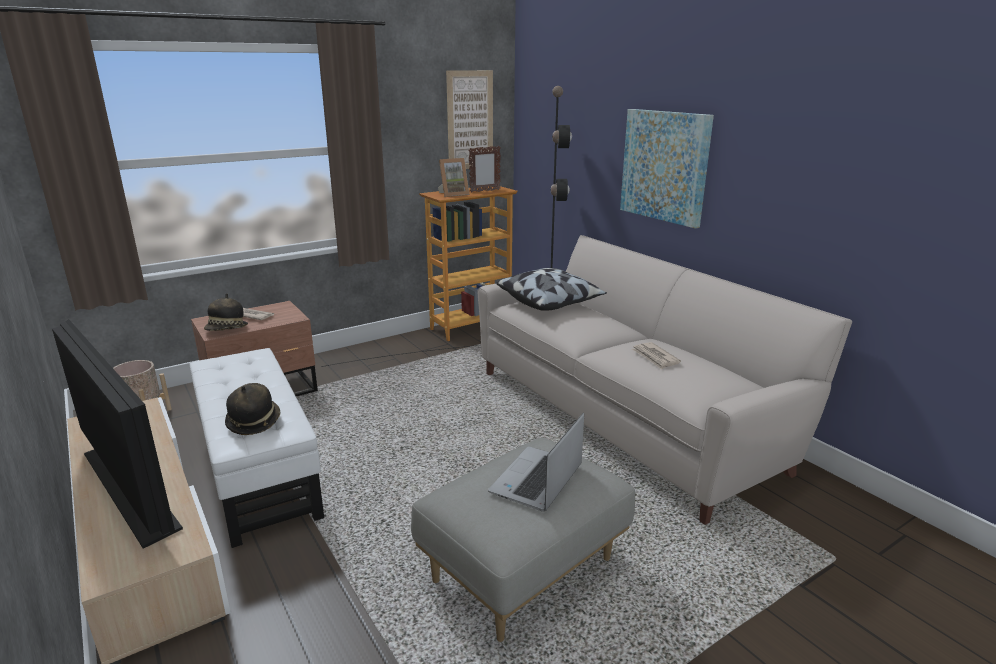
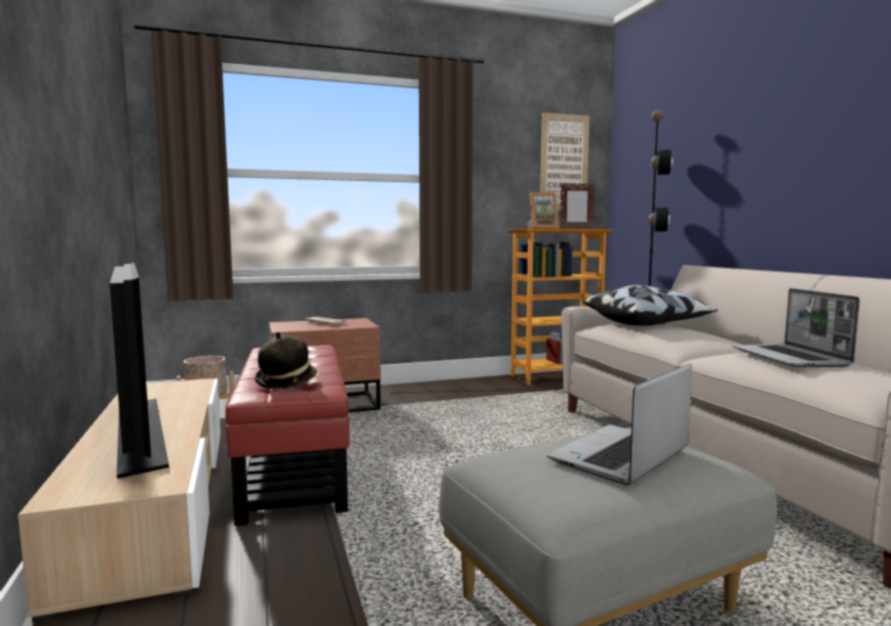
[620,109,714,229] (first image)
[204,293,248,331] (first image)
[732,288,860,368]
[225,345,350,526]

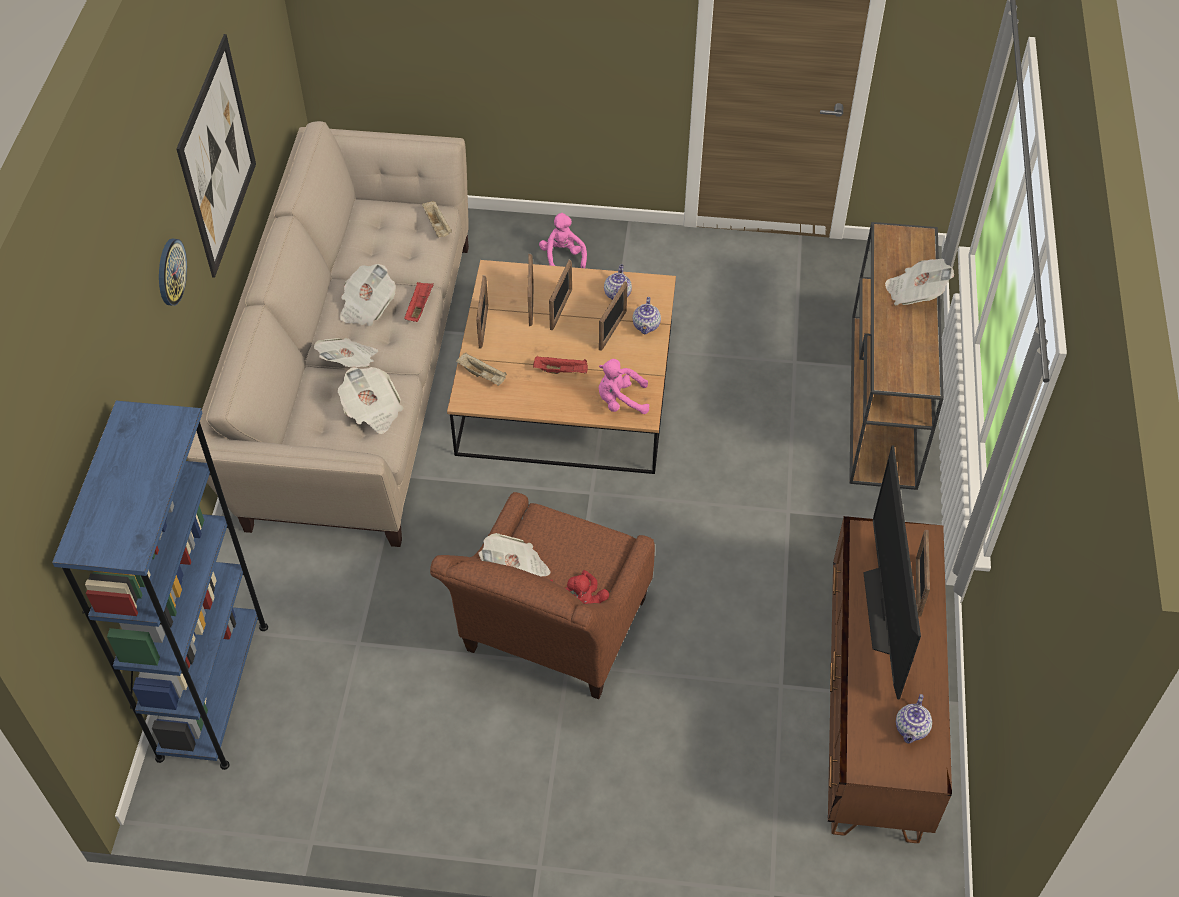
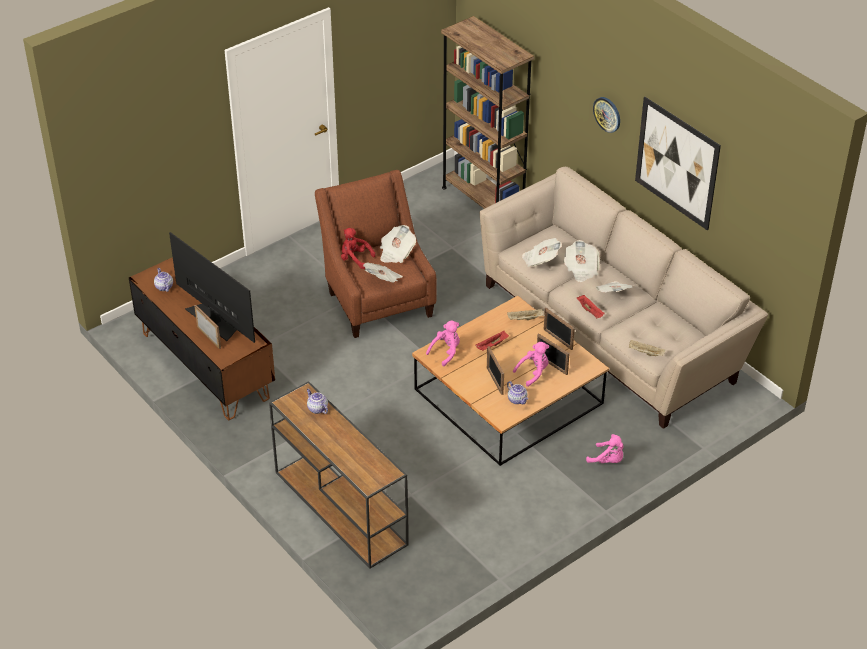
[363,263,403,283]
[513,342,549,387]
[307,389,328,414]
[441,16,534,209]

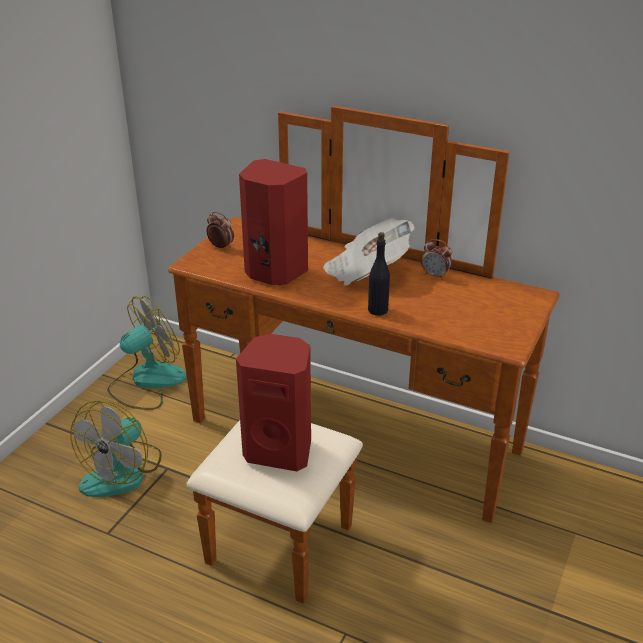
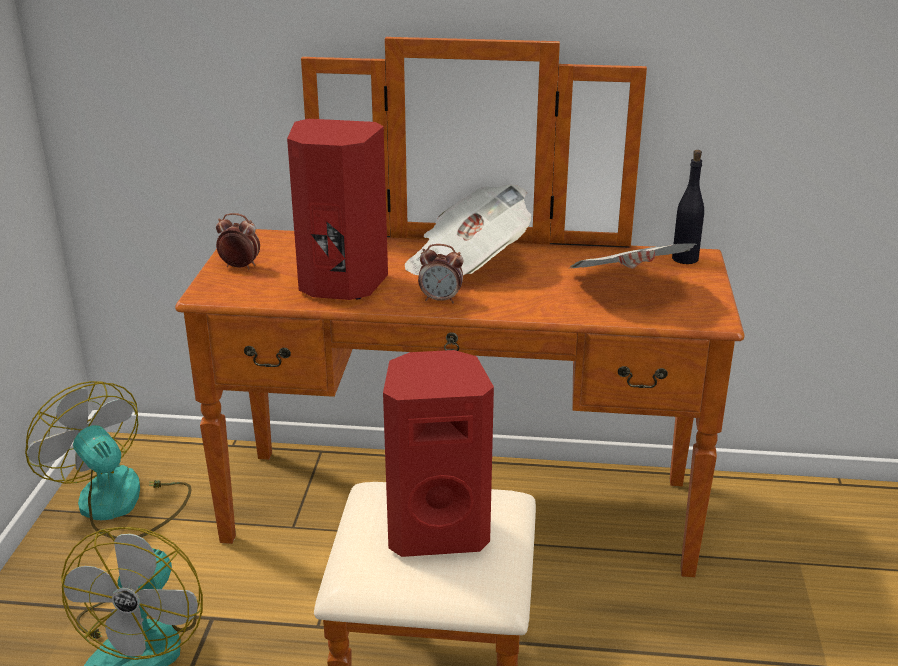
[672,150,704,264]
[418,244,463,304]
[25,381,192,539]
[570,243,697,269]

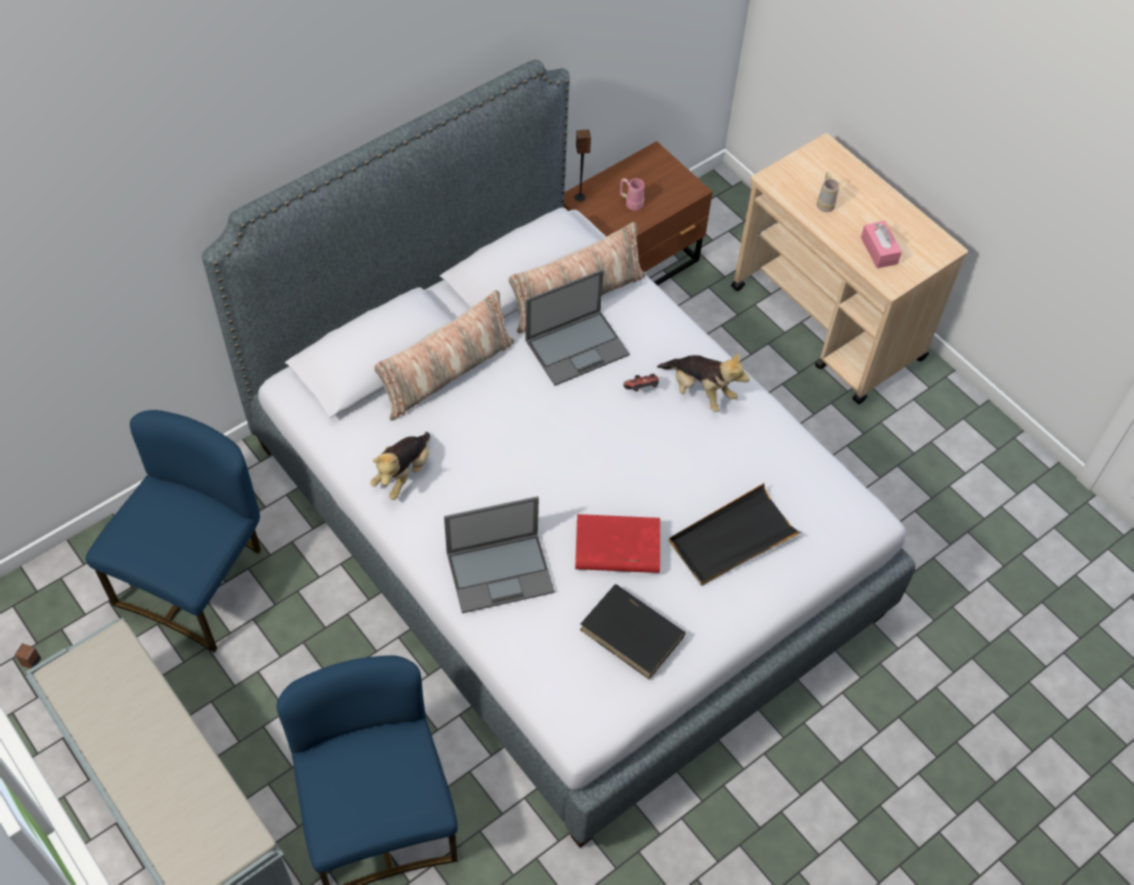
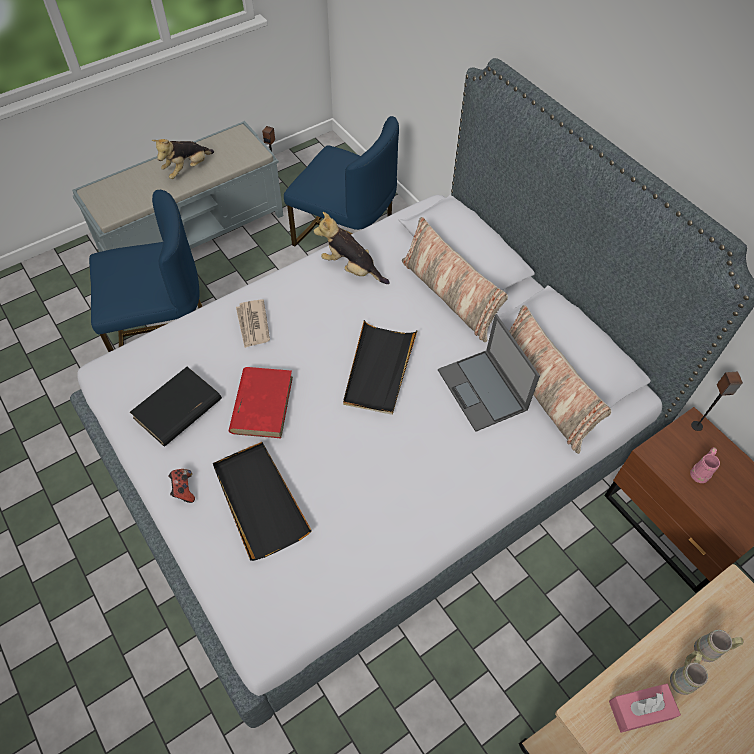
[152,139,214,179]
[168,469,195,503]
[236,299,270,348]
[343,320,418,415]
[670,651,708,695]

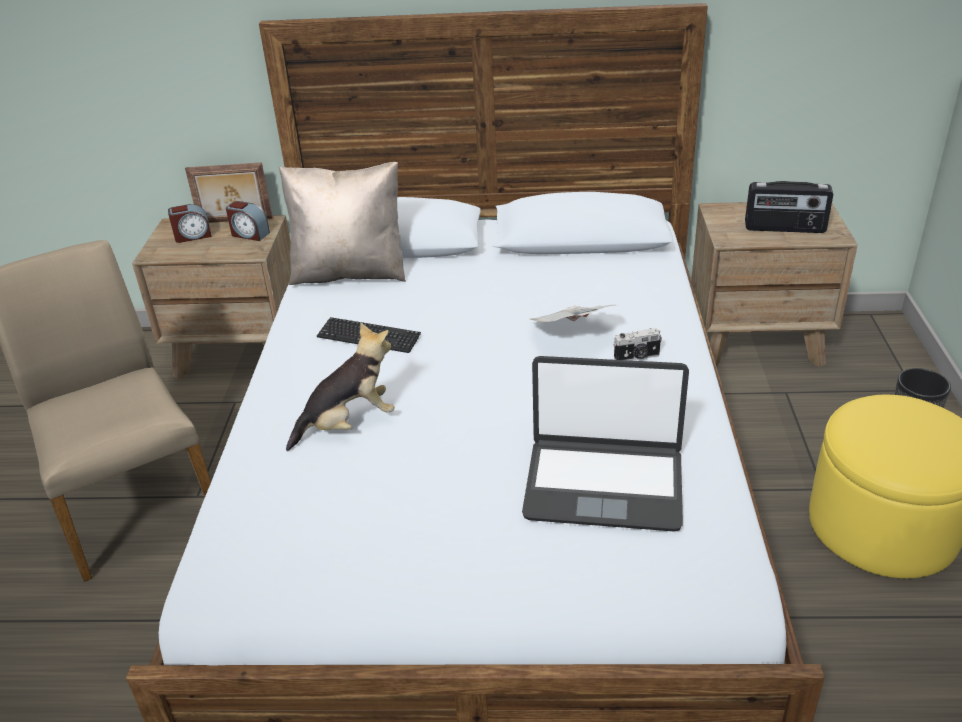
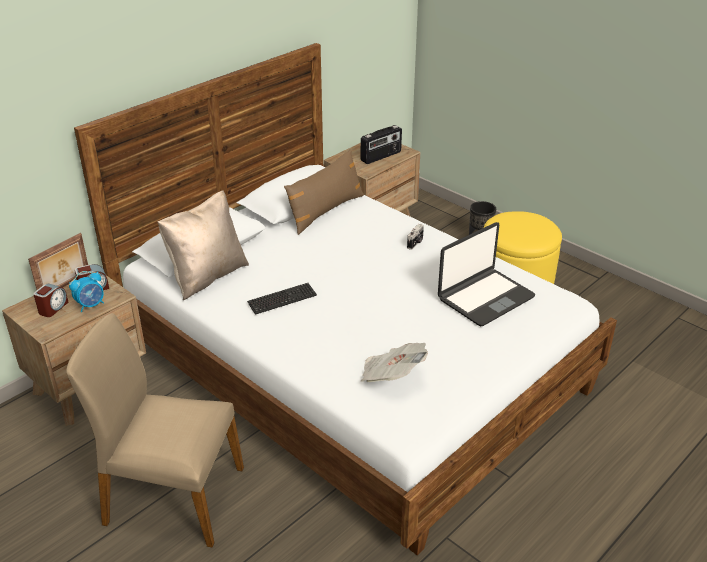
[361,343,428,382]
[286,323,395,451] (first image)
[284,149,364,235]
[69,271,104,312]

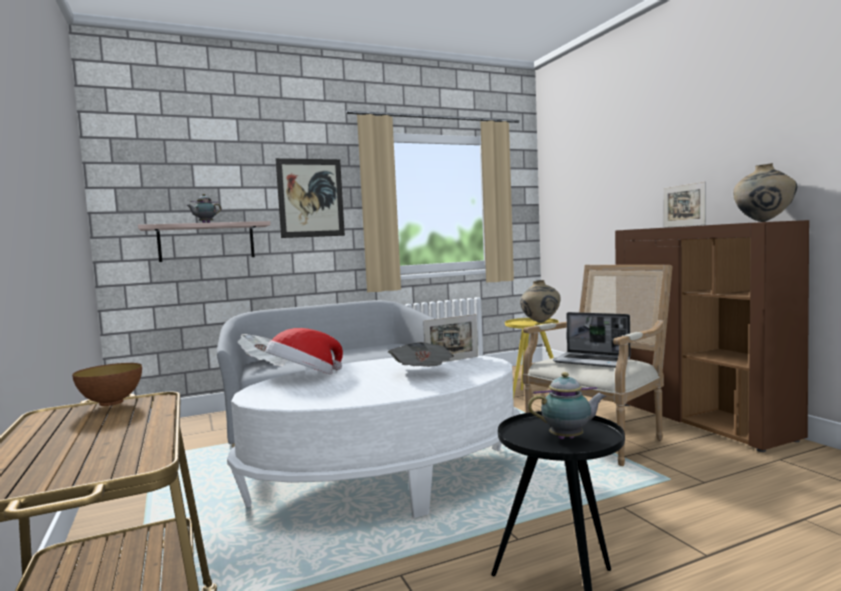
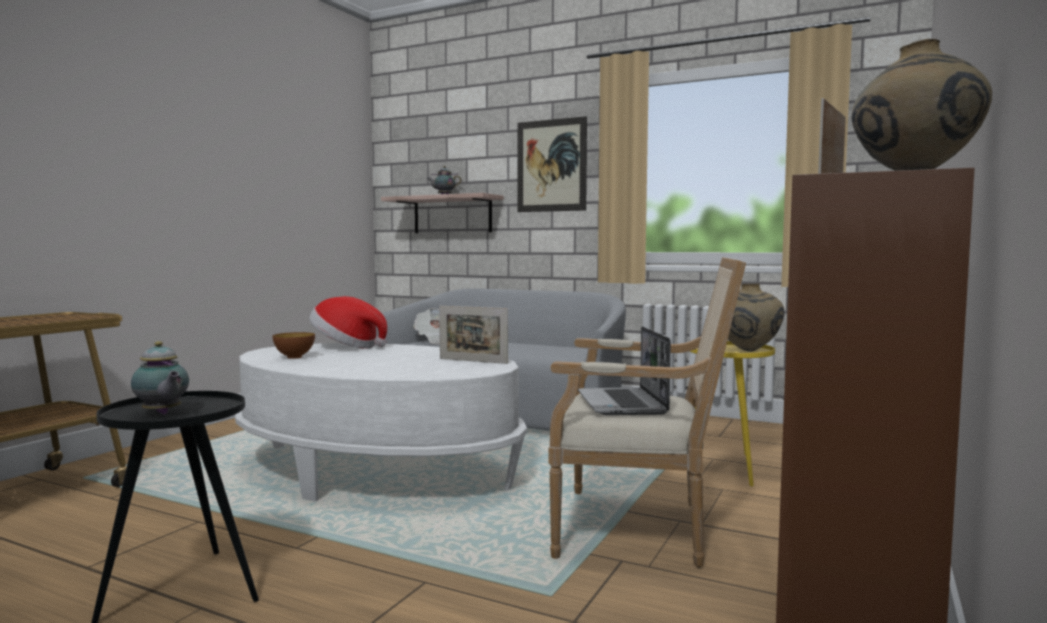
[388,342,454,367] (first image)
[272,332,315,359]

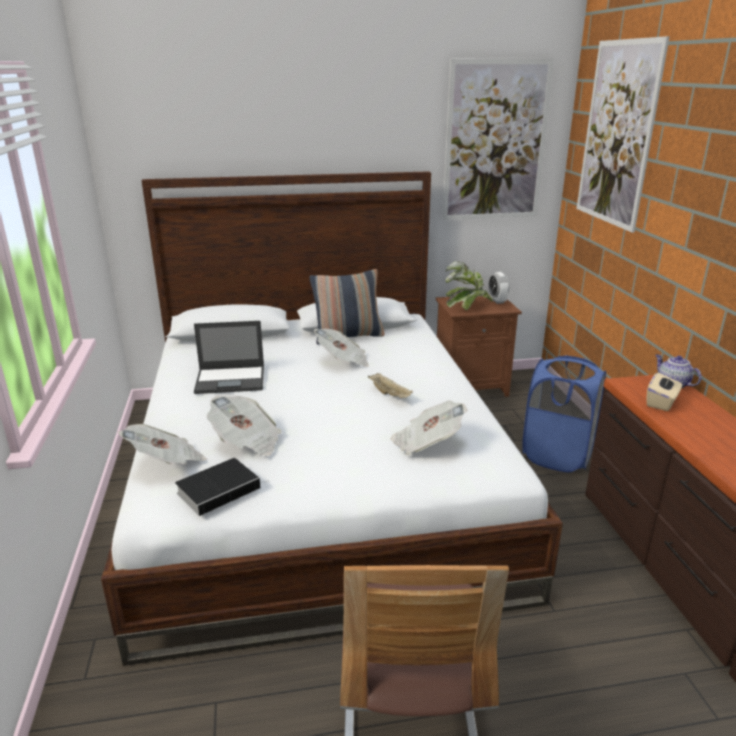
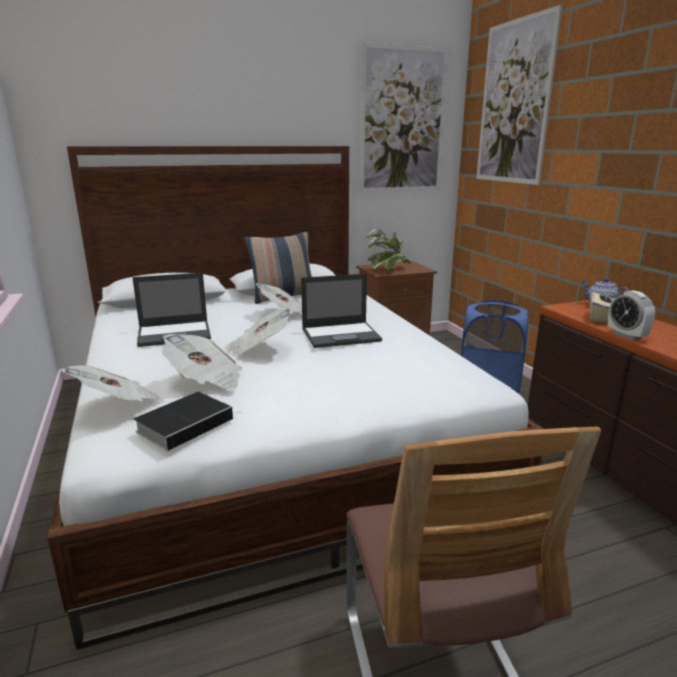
[608,290,655,340]
[301,274,382,348]
[225,308,293,356]

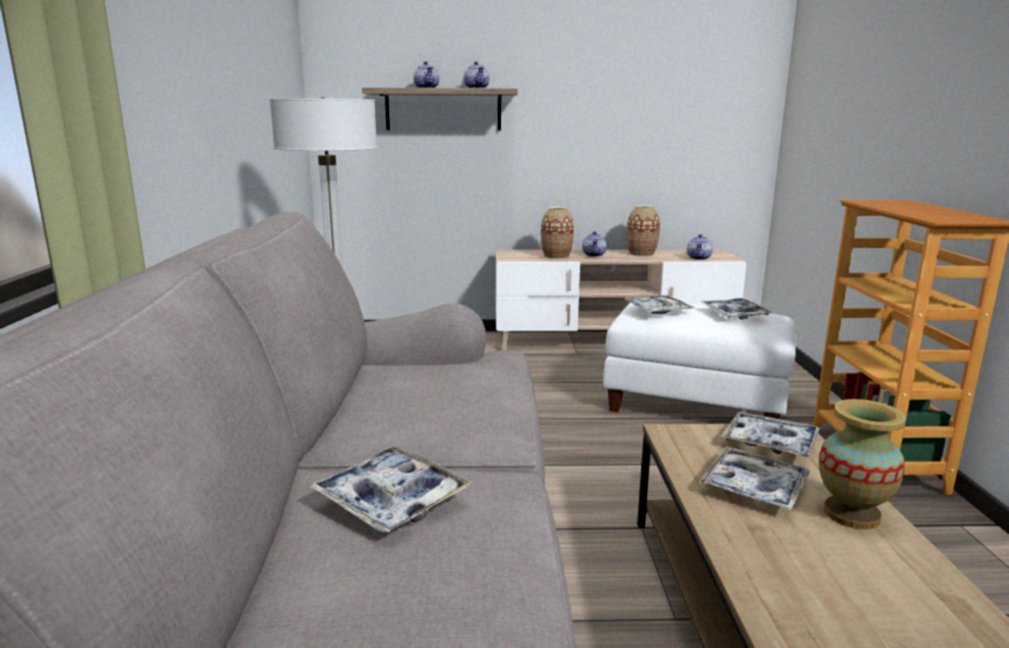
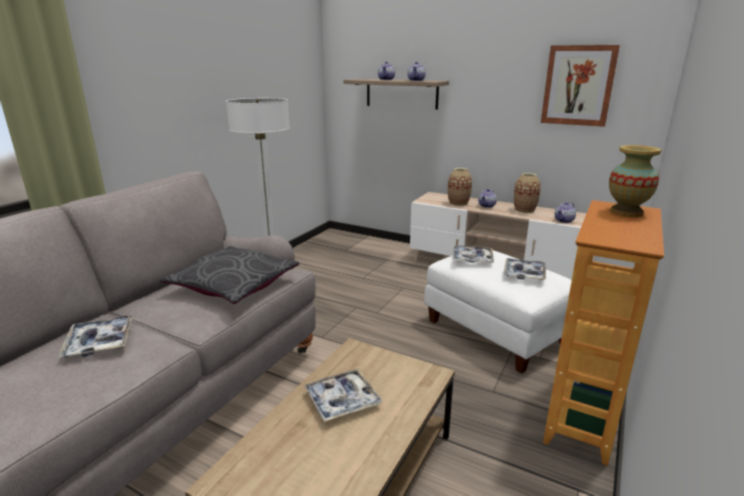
[609,145,661,217]
[721,412,820,458] (first image)
[541,45,620,127]
[160,246,299,304]

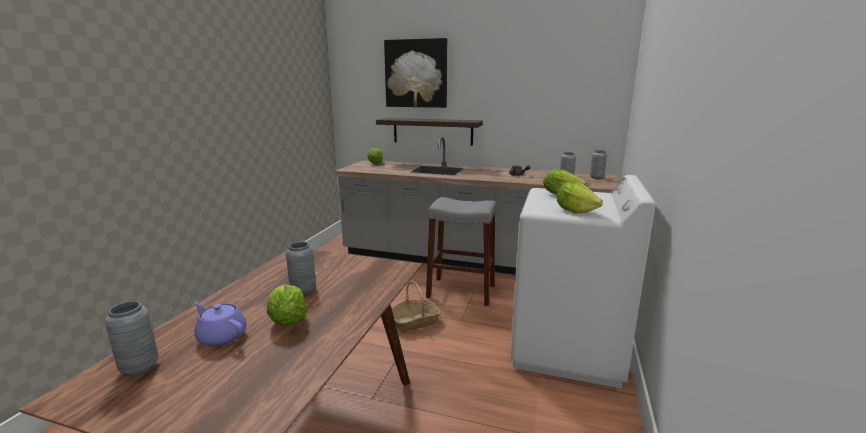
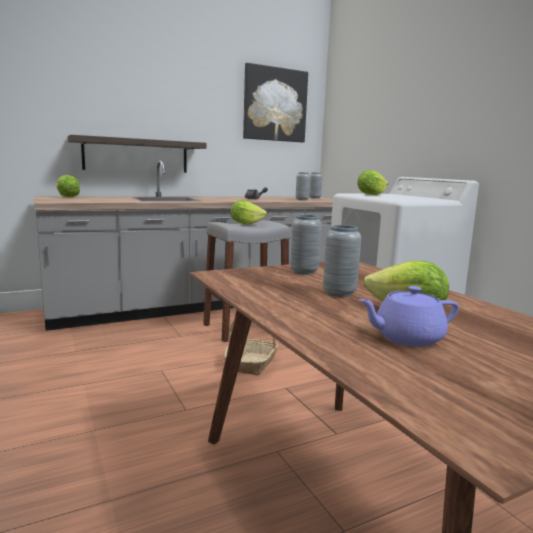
[243,63,308,142]
[230,200,267,225]
[290,215,321,275]

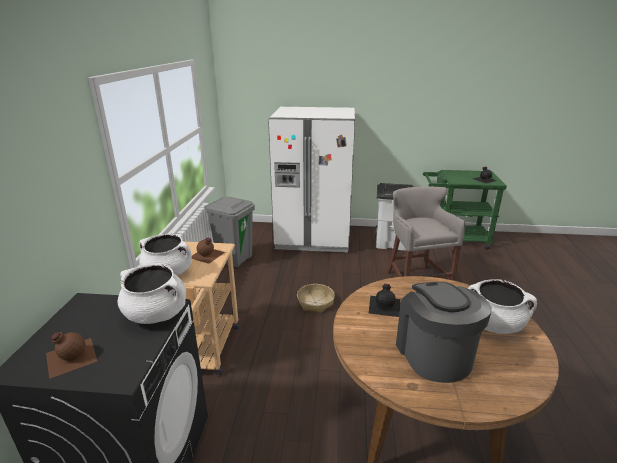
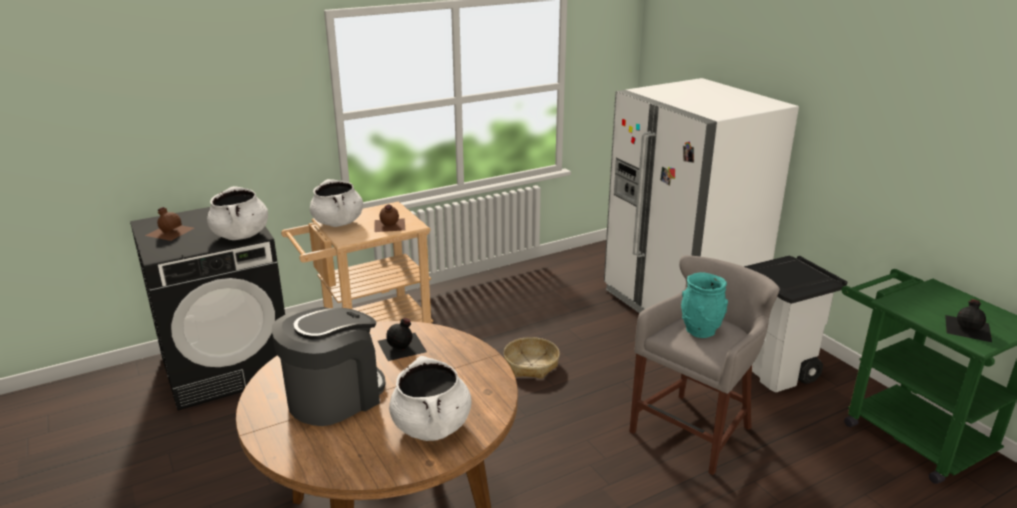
[204,197,255,267] (first image)
[681,272,728,338]

